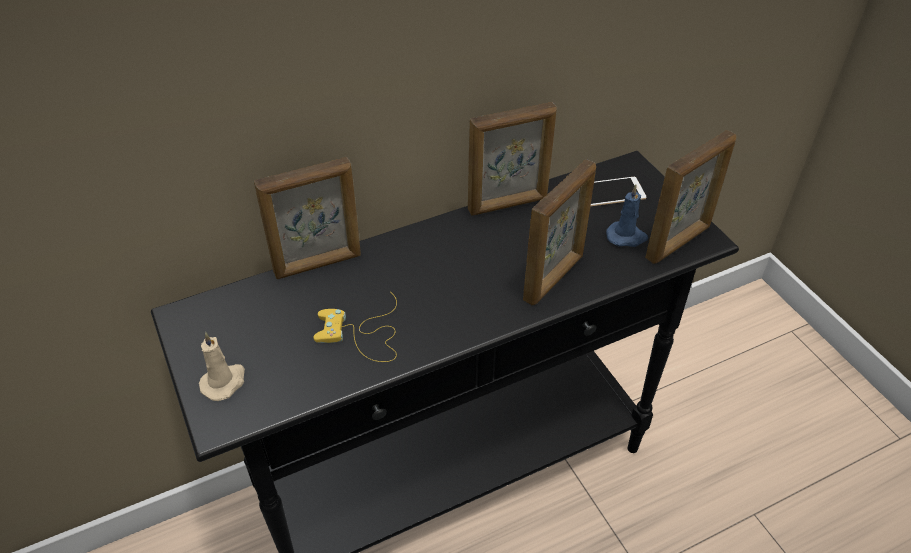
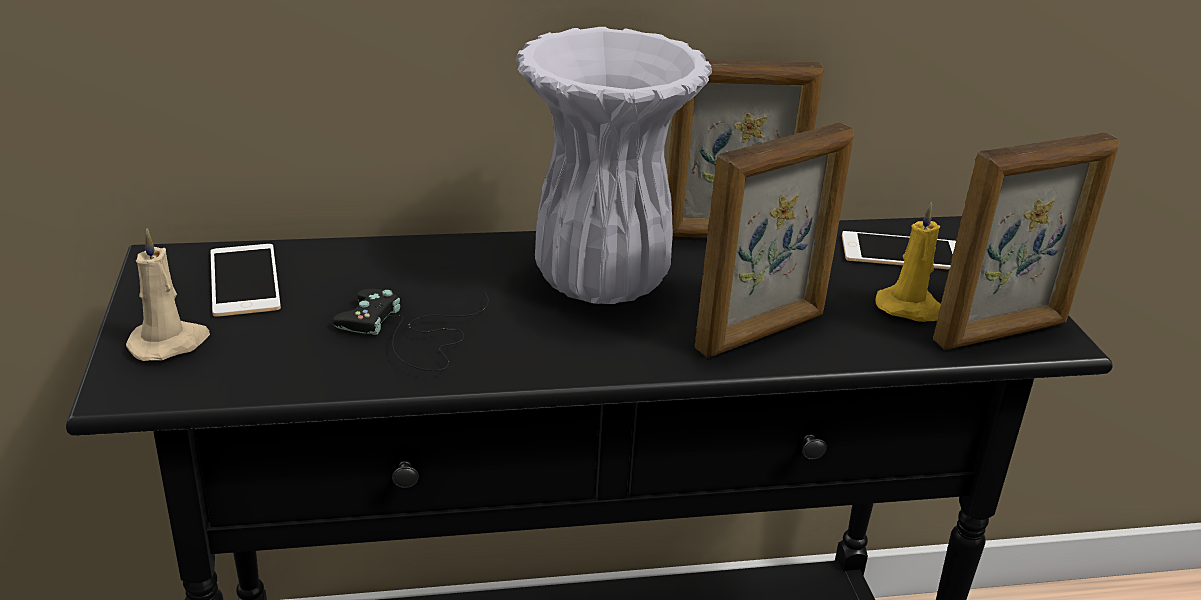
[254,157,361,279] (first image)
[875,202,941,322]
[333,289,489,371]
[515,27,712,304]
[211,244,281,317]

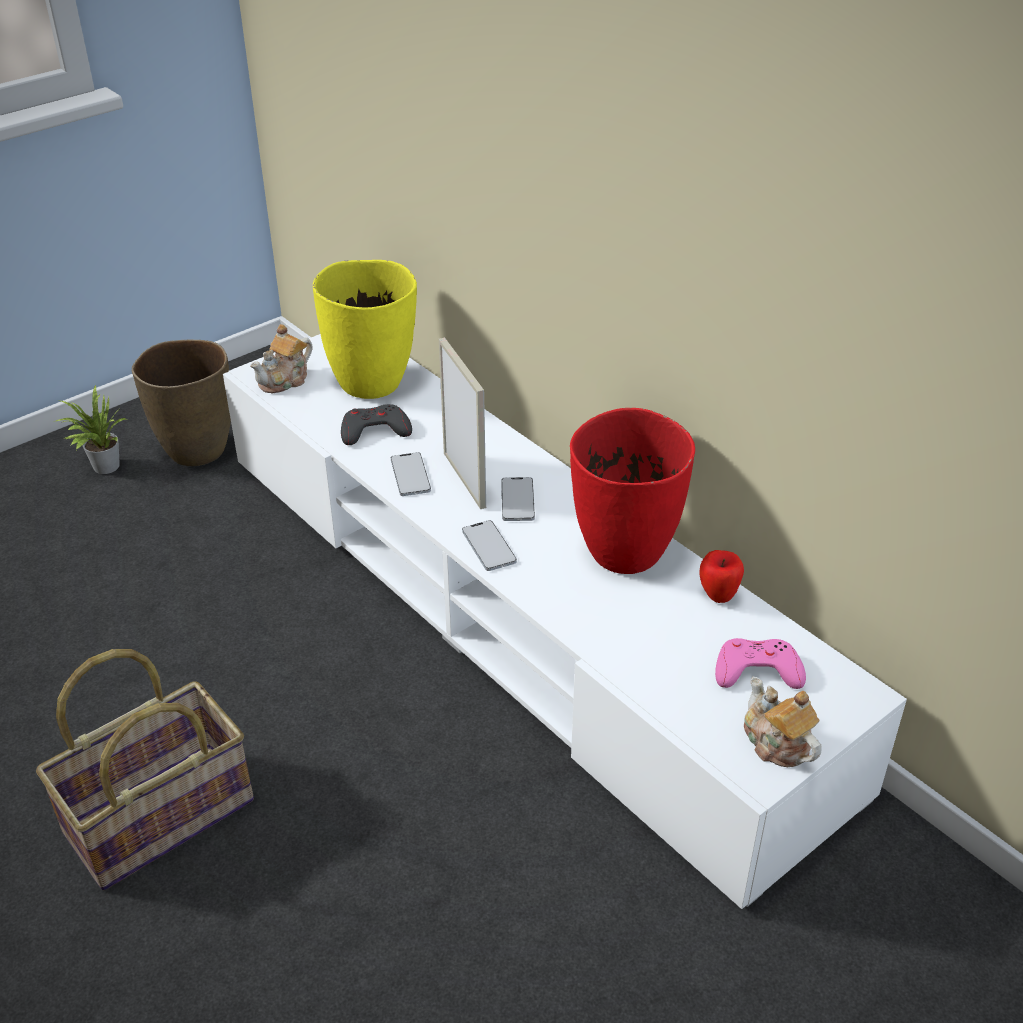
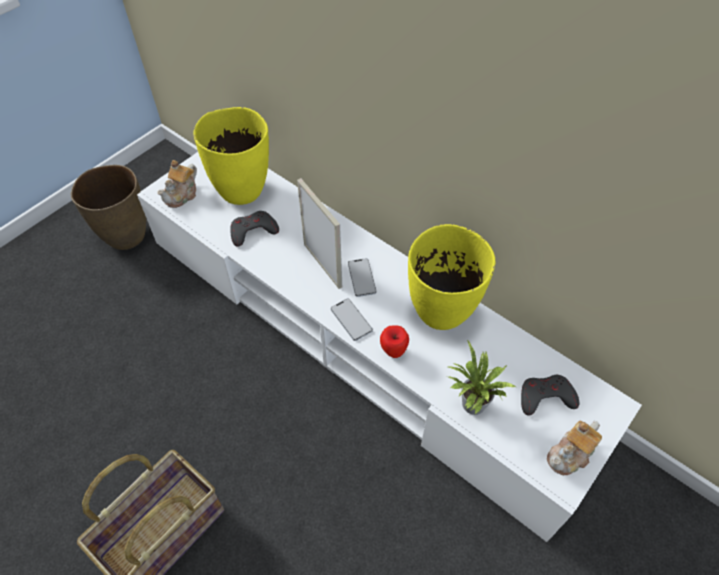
[448,340,517,415]
[408,224,495,330]
[391,452,431,496] (first image)
[380,325,409,358]
[521,375,579,415]
[547,420,602,475]

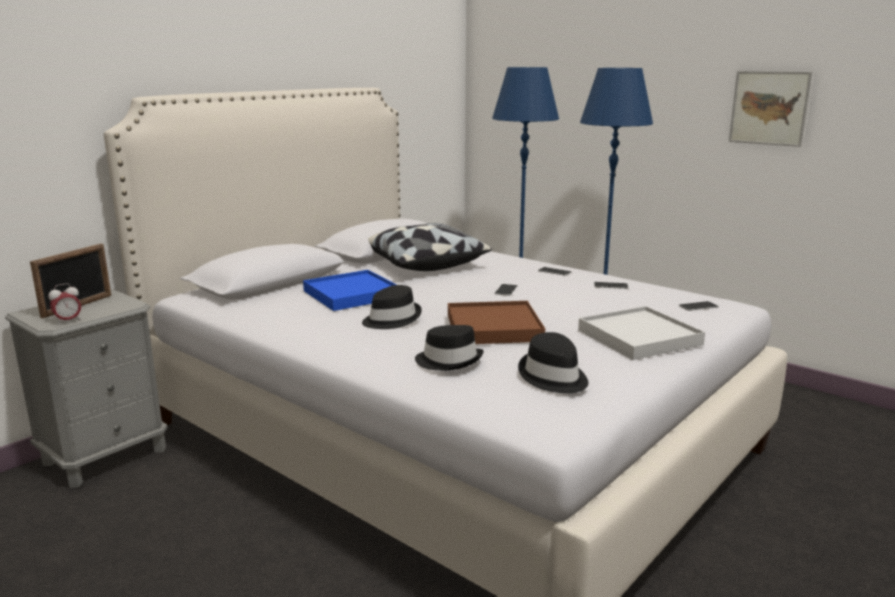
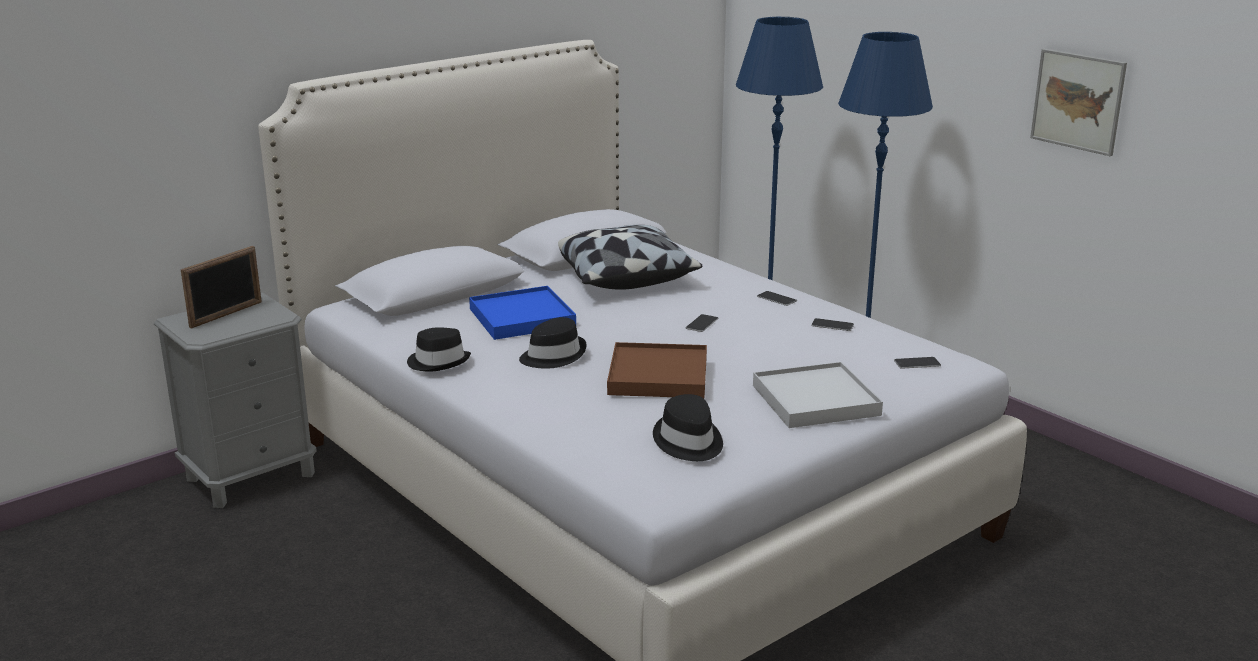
[48,283,81,324] (first image)
[407,327,471,372]

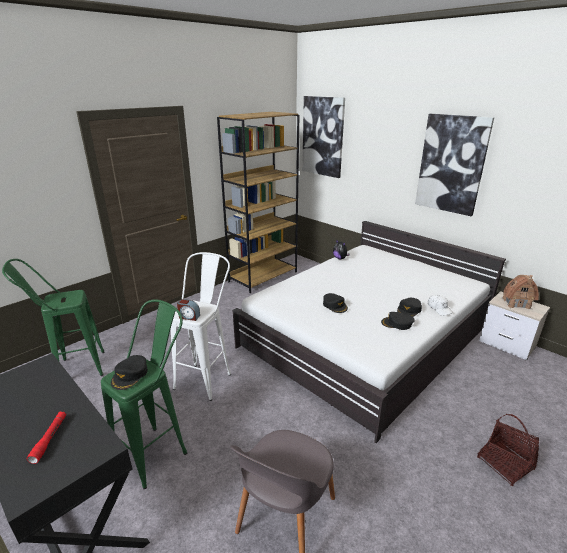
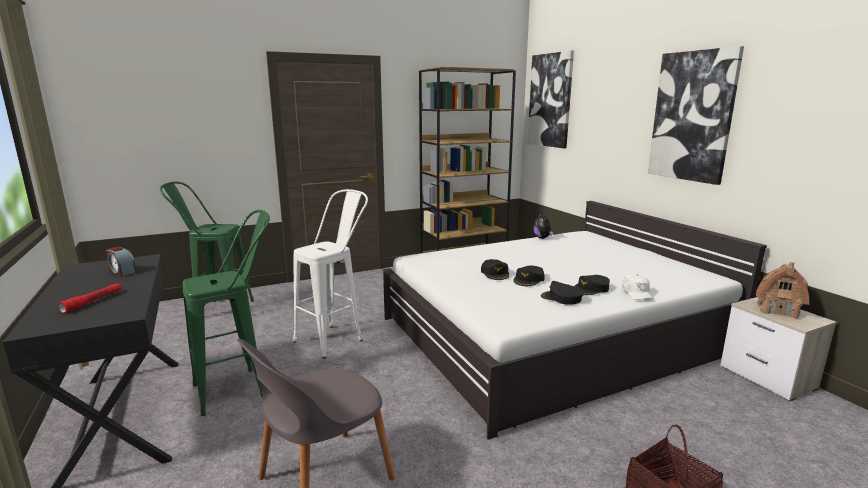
[106,247,136,276]
[513,266,545,286]

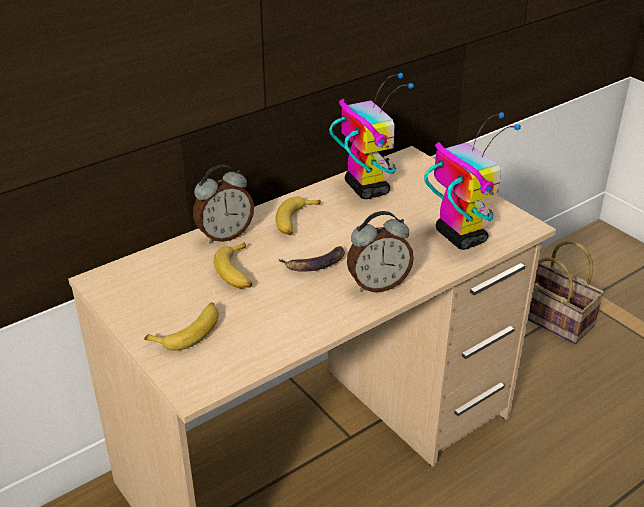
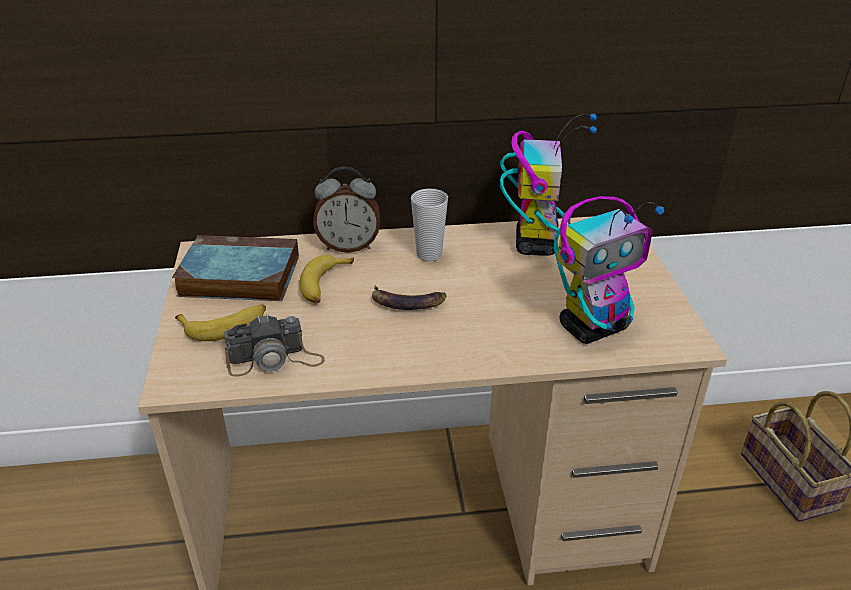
[554,196,664,344]
[411,189,448,261]
[347,211,414,292] (first image)
[172,235,299,301]
[224,314,325,376]

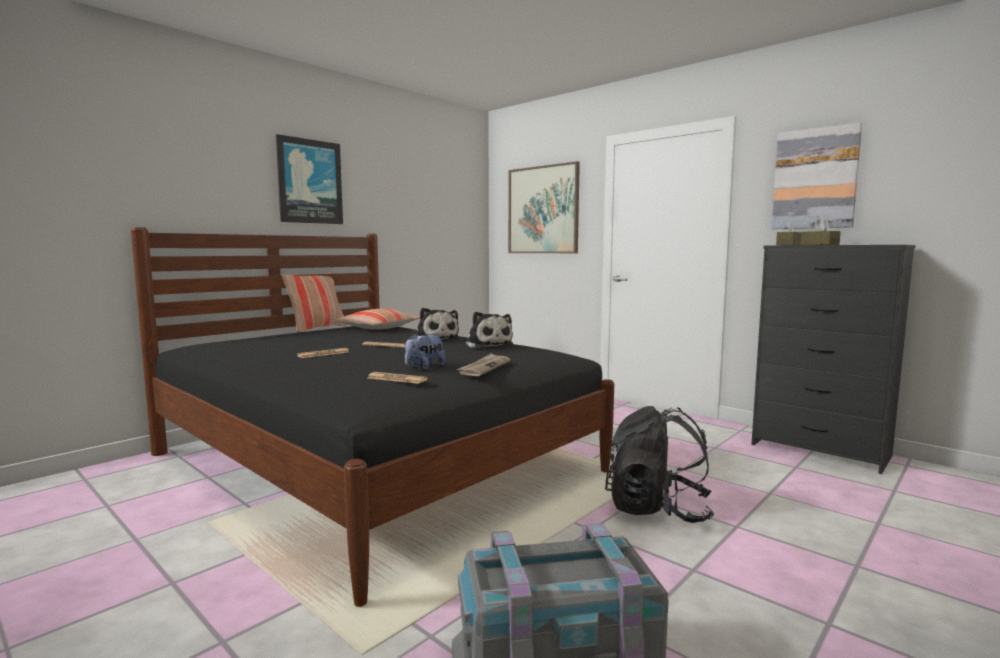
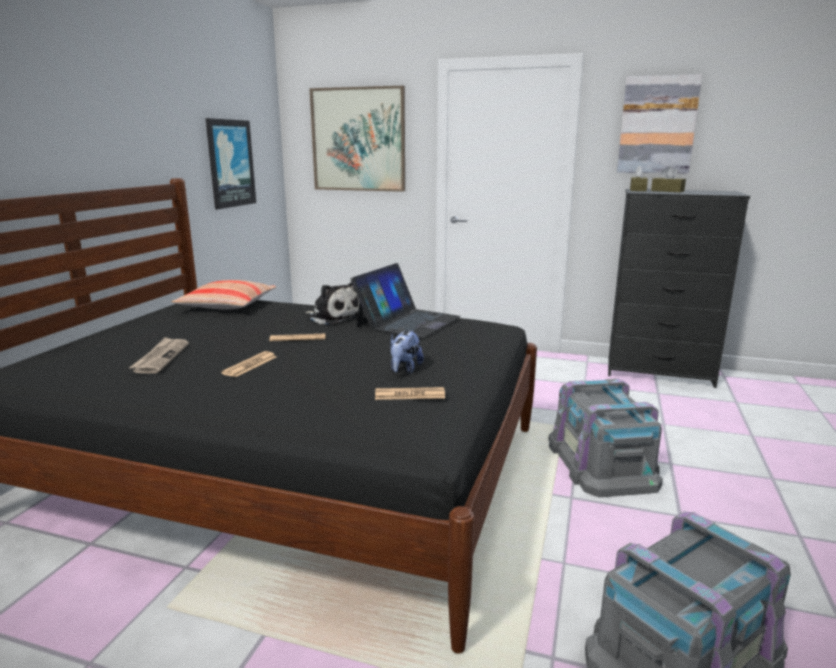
[205,118,256,210]
[282,272,347,333] (first image)
[351,263,461,339]
[129,337,189,373]
[548,379,663,497]

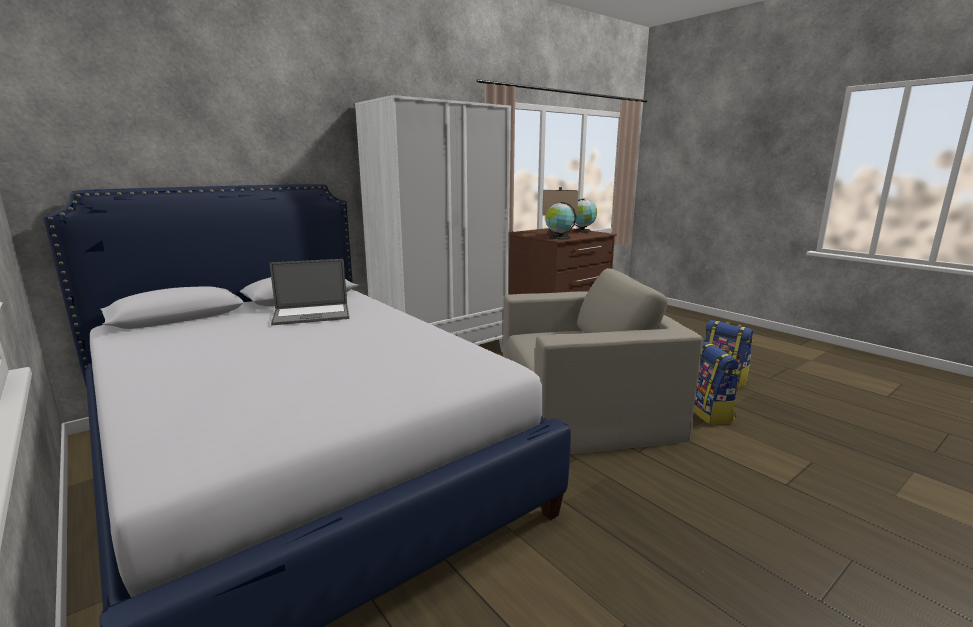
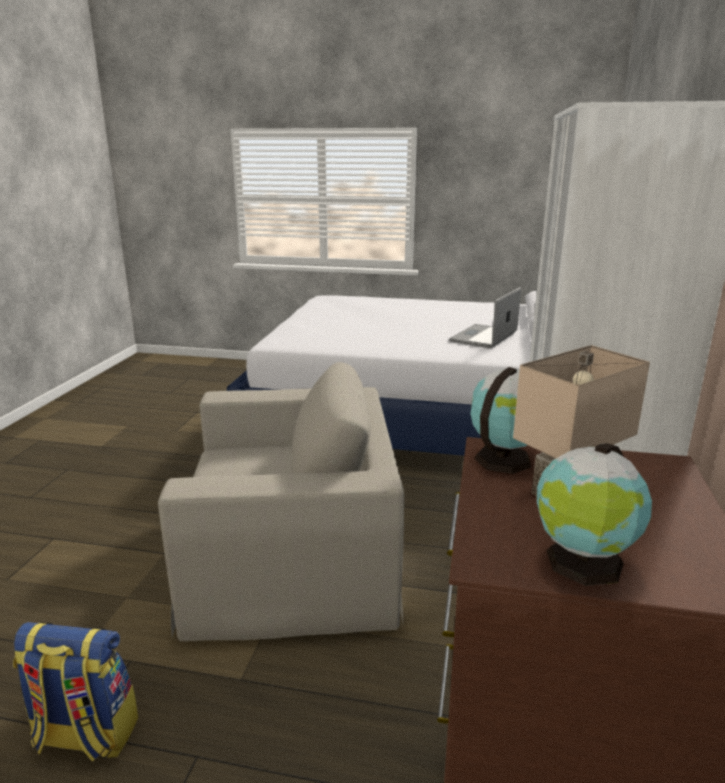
[158,362,404,641]
[694,342,740,425] (first image)

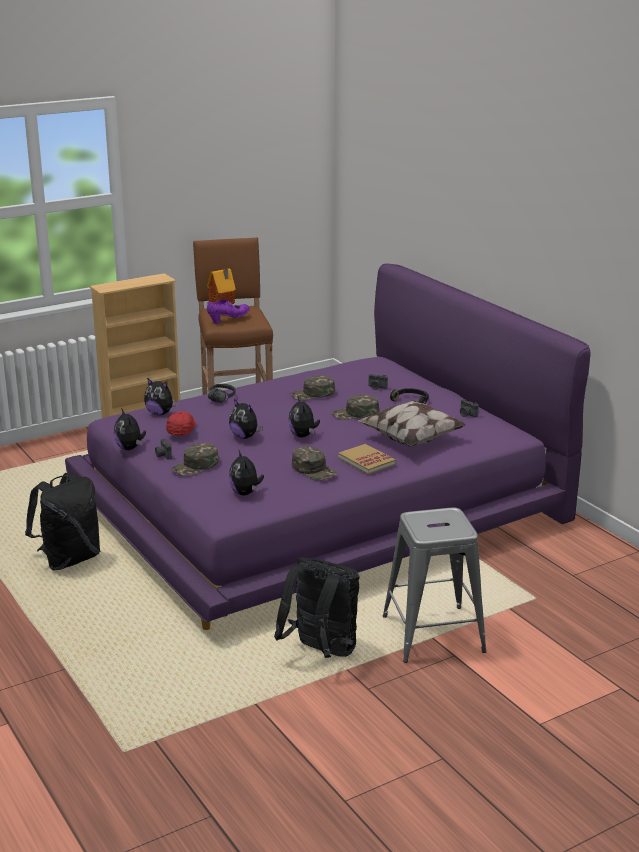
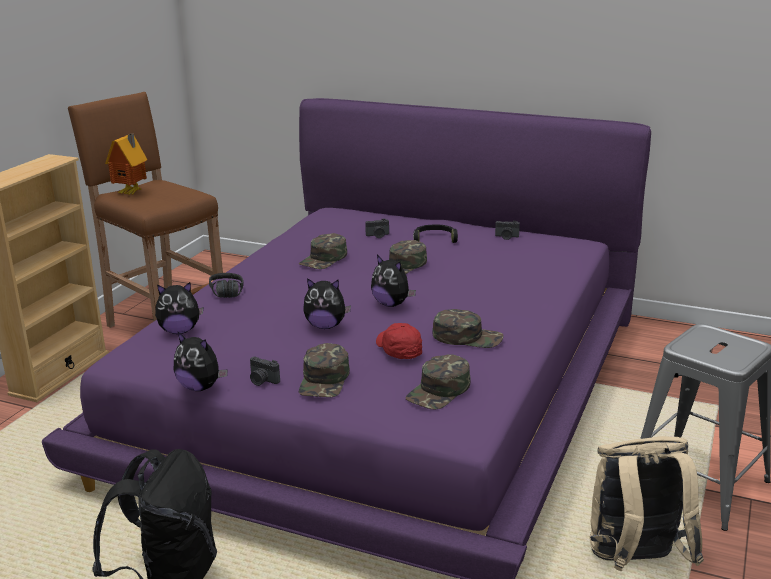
[207,299,250,324] (first image)
[358,400,467,447] (first image)
[376,323,422,359]
[338,444,396,475] (first image)
[406,354,471,409]
[590,436,704,571]

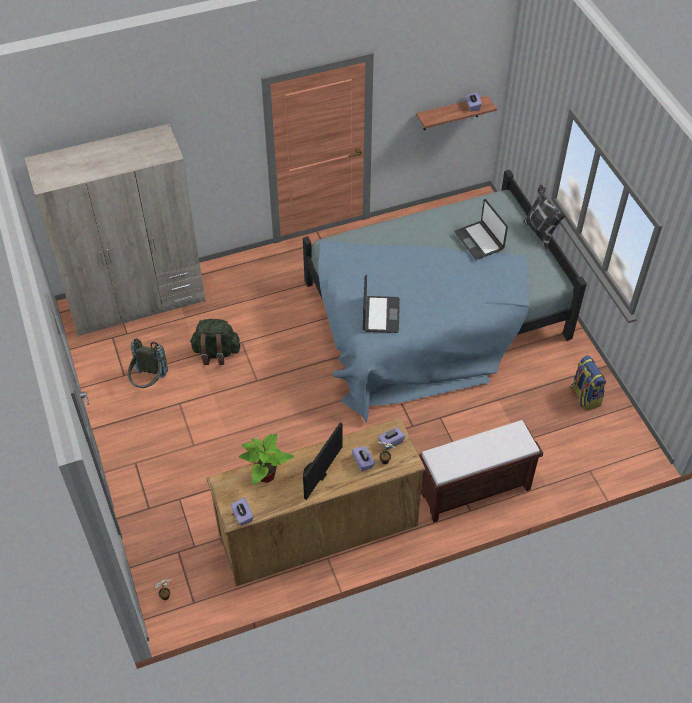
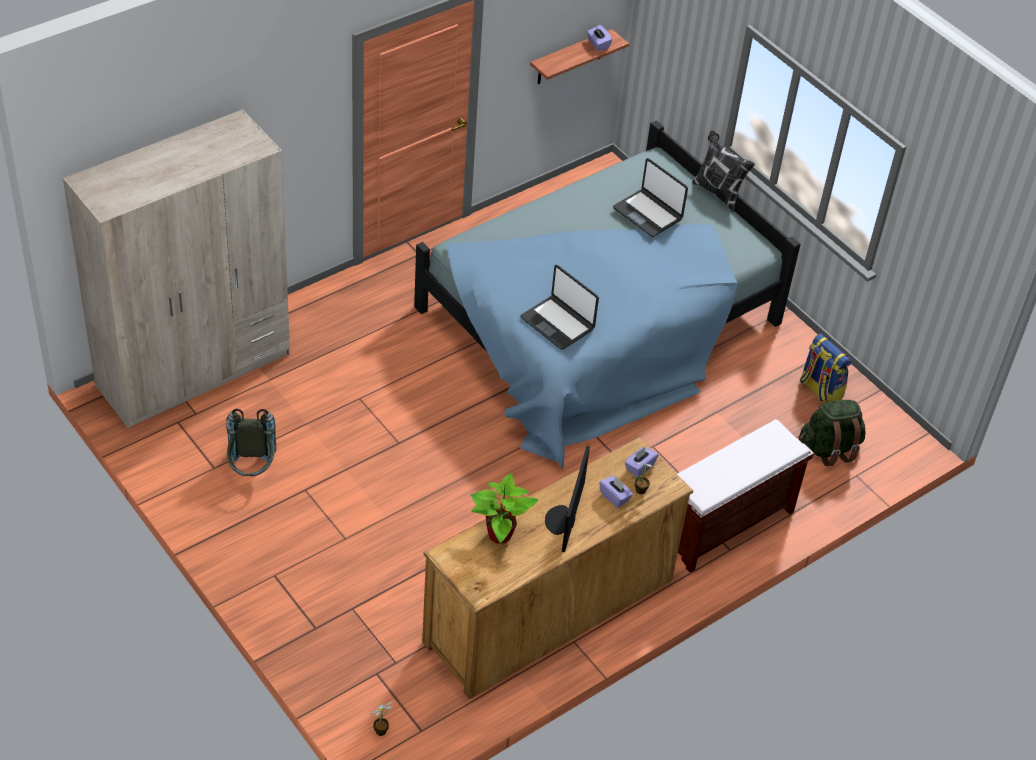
[521,265,599,350]
[799,400,866,466]
[231,497,253,526] (first image)

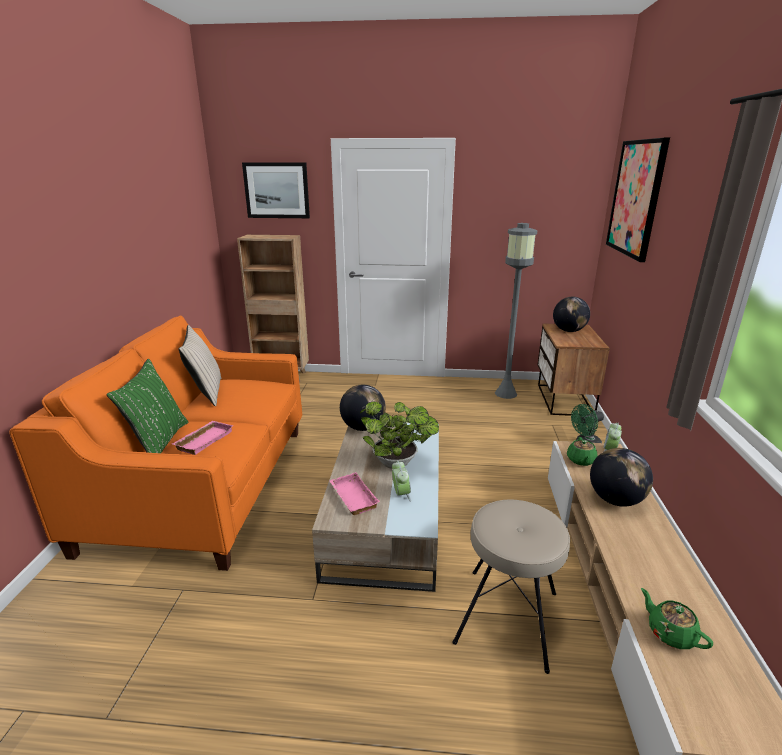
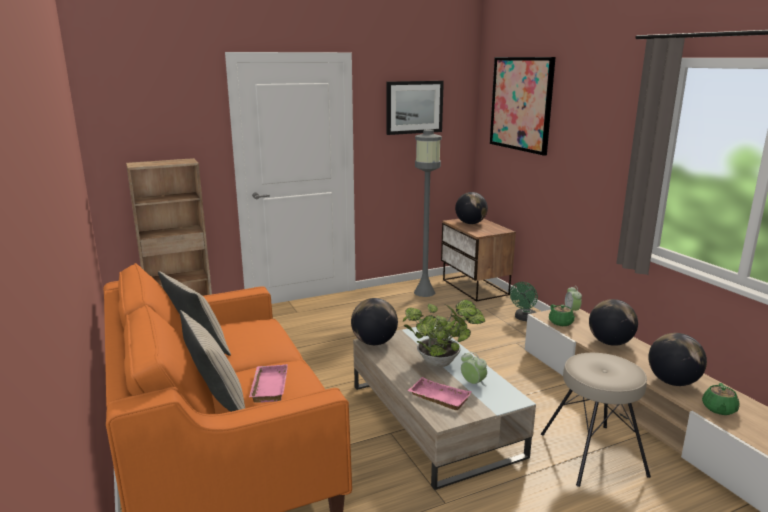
[386,81,444,135]
[180,310,245,412]
[702,383,740,415]
[648,333,707,386]

